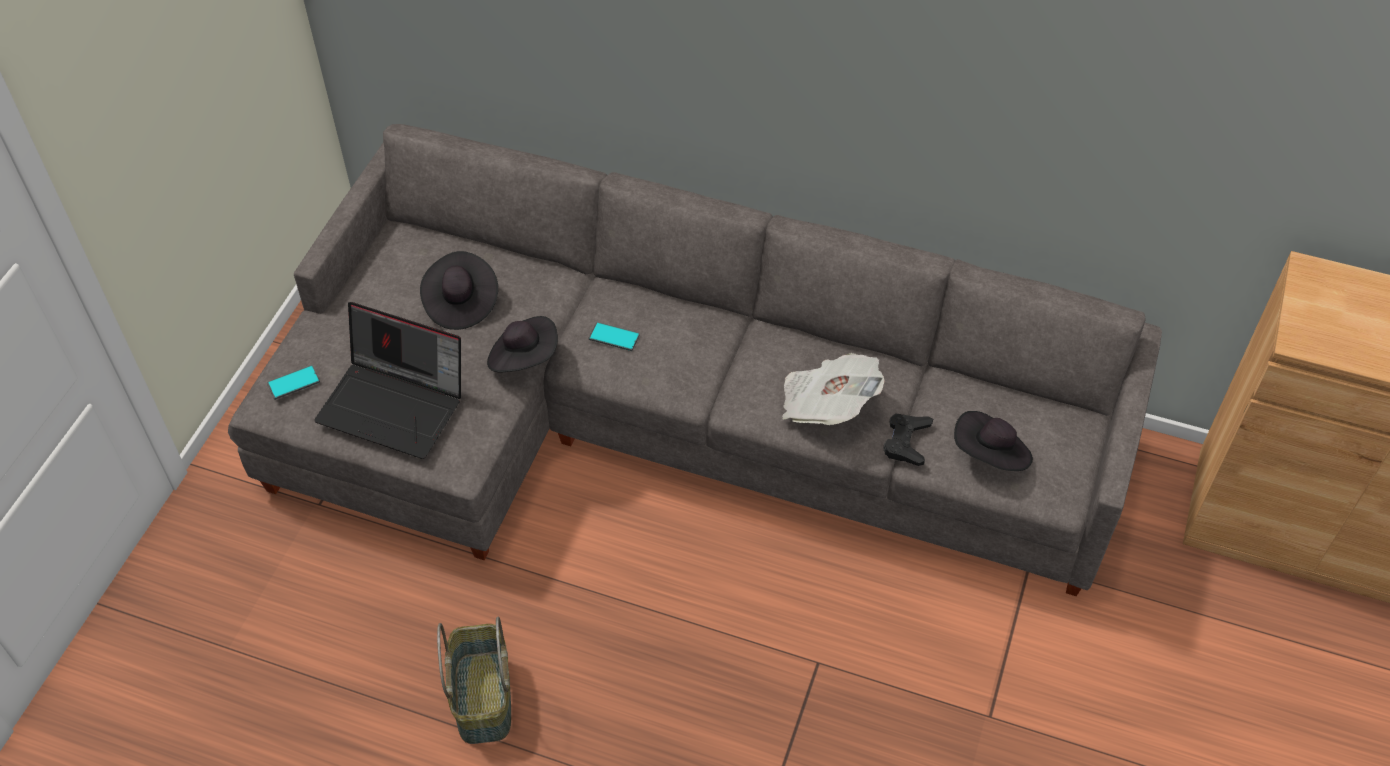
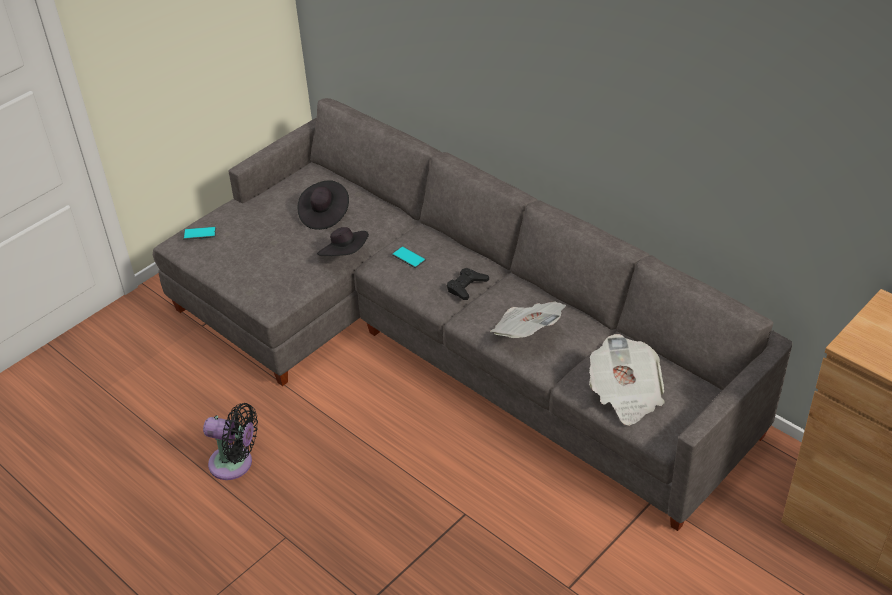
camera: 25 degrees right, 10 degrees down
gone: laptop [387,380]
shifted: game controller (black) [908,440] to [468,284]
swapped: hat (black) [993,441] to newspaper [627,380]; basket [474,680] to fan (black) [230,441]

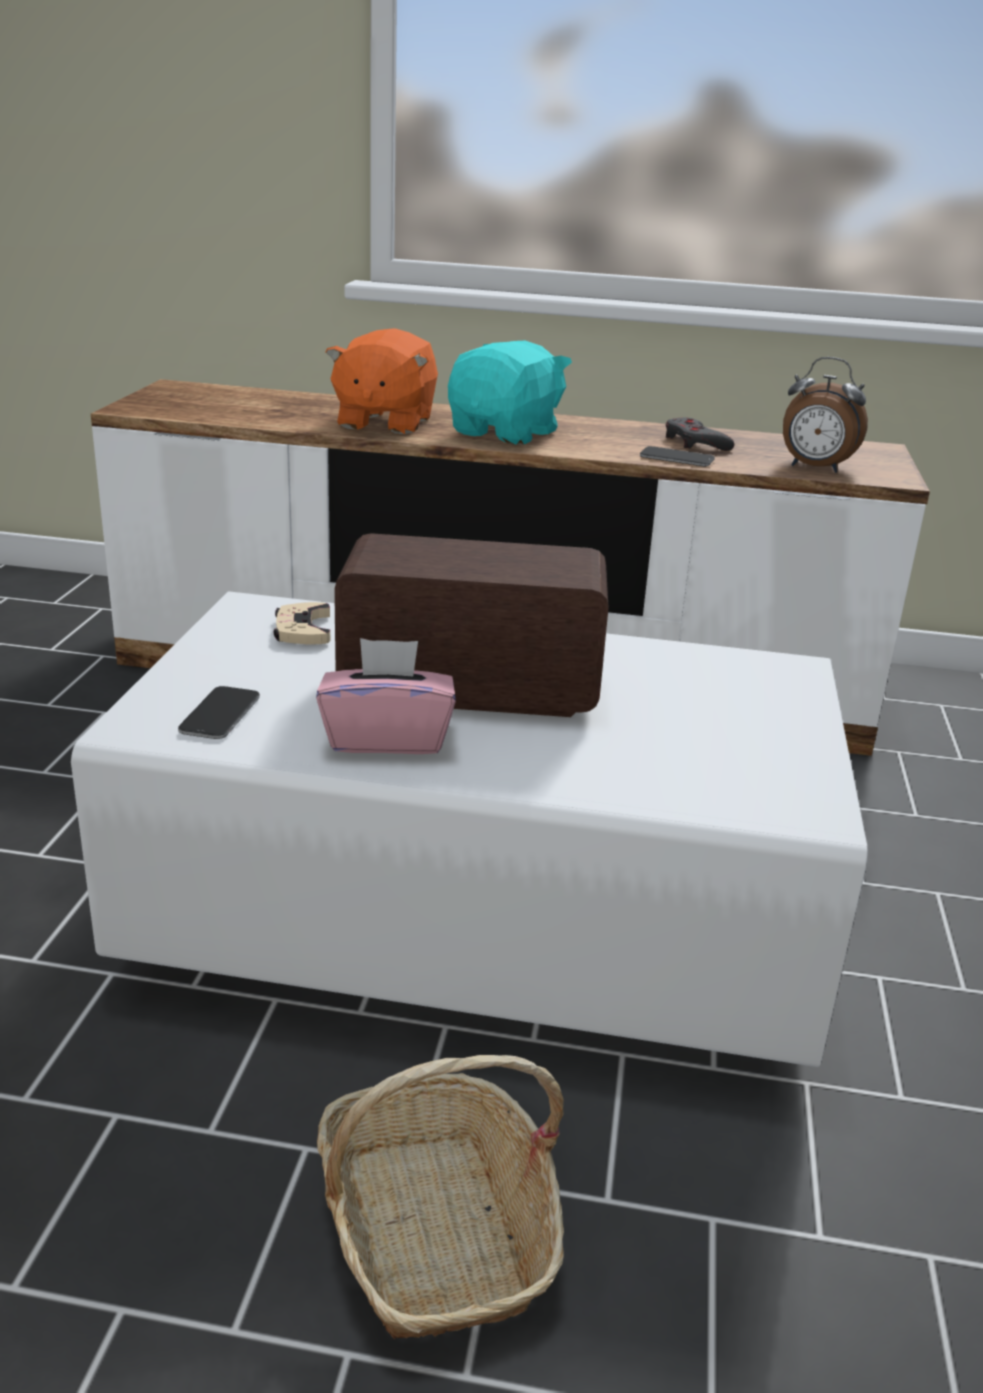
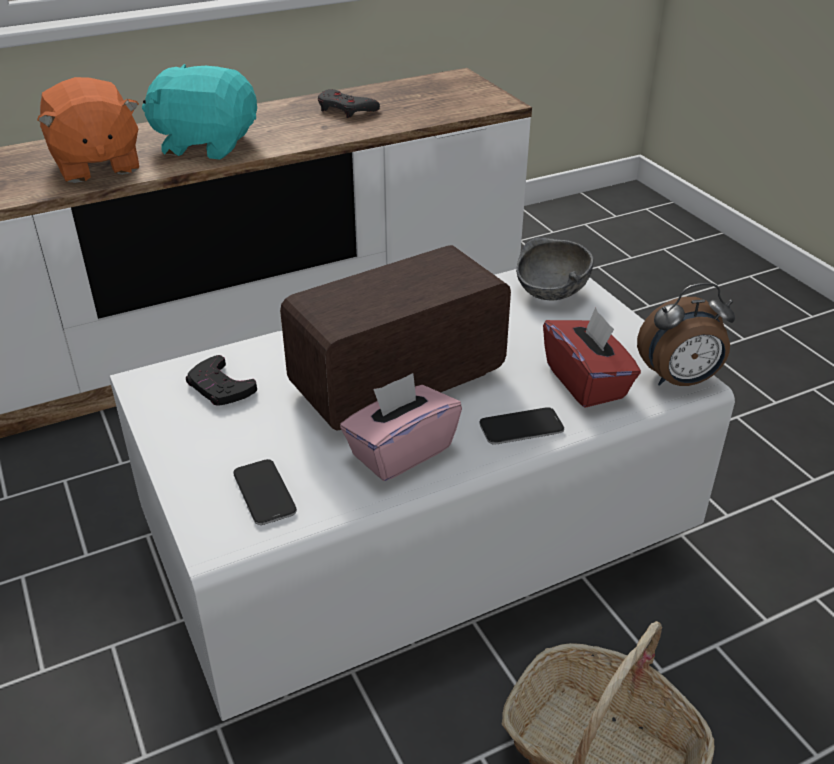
camera: 35 degrees left, 10 degrees up
new: bowl (grey) [554,269]; tissue box (red) [592,357]
shifted: alarm clock [825,415] to [686,334]; phone [677,456] to [521,426]
repainted: game controller (beige) [302,623] to game controller (black) [221,380]
rotated: plush toy (turquoise) [510,393] = [199,111] 75 degrees counterclockwise

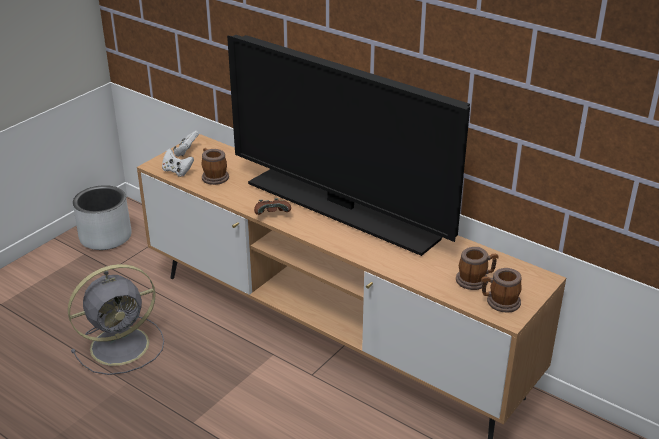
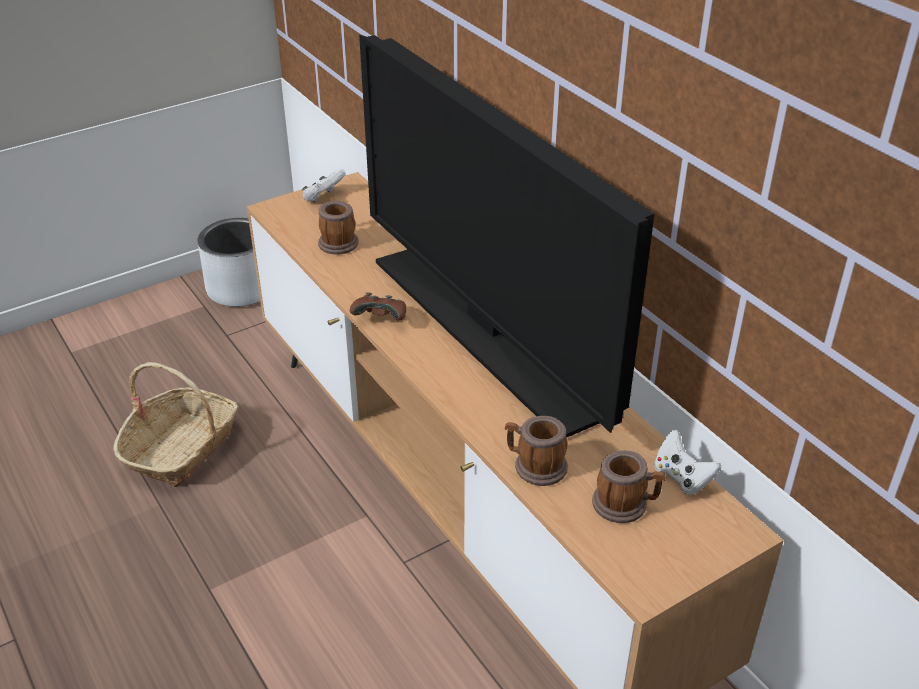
camera: 20 degrees right, 5 degrees up
shifted: game controller (white) [178,162] to [687,462]; mug [501,290] to [536,451]
swapped: fan (grey) [116,319] to basket [175,424]

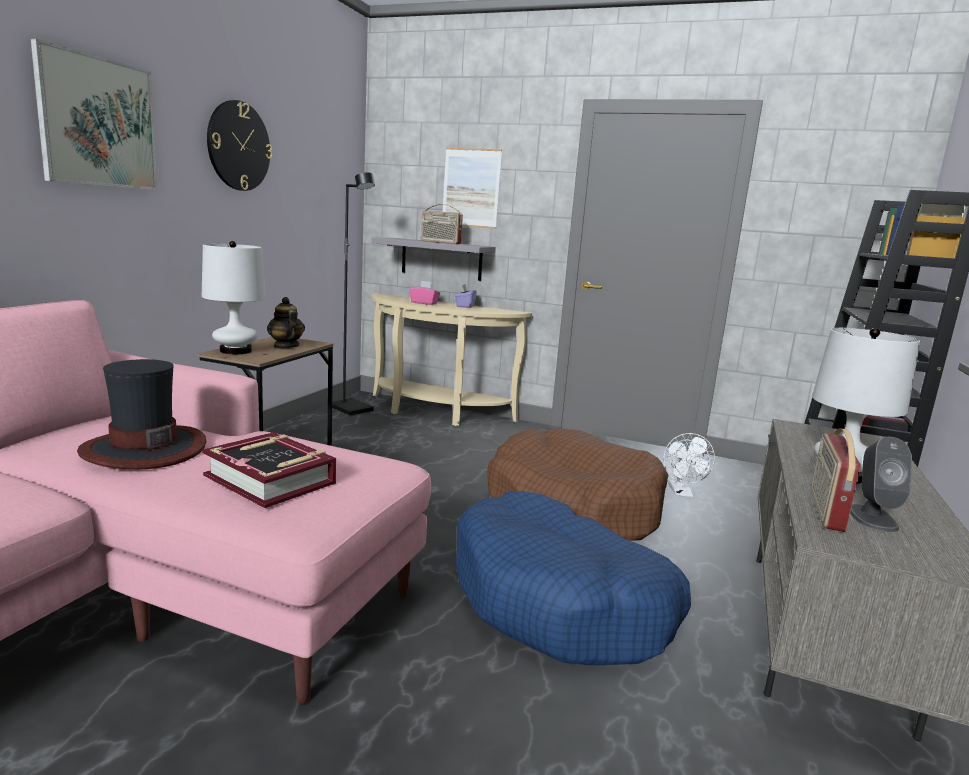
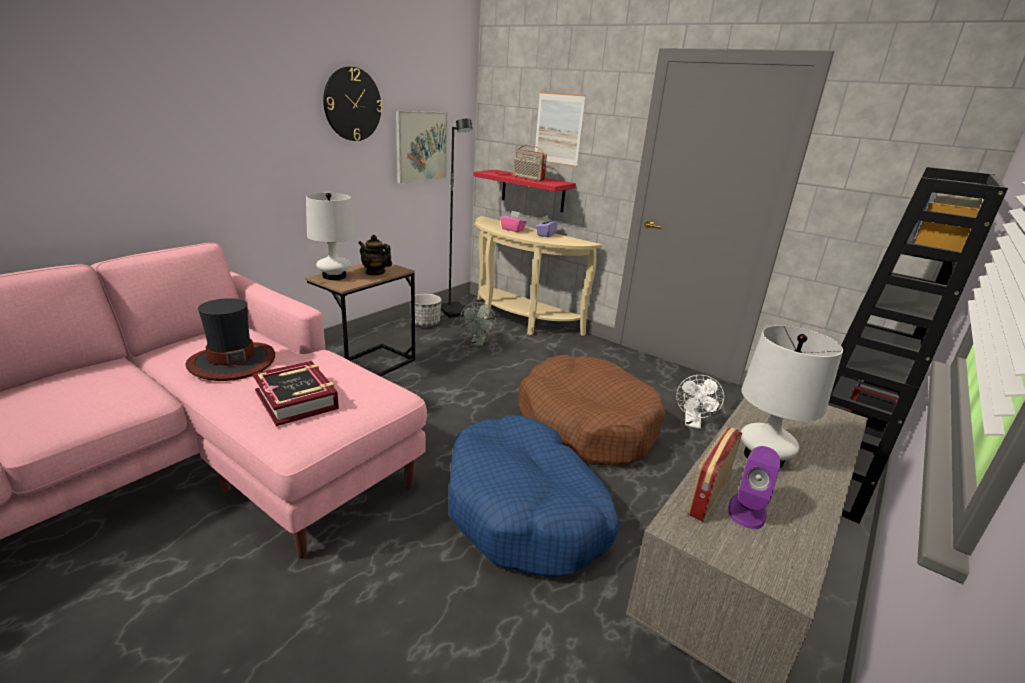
camera: 15 degrees right, 10 degrees up
new: planter [425,310]; fan (grey) [478,324]
shifted: picture [94,114] to [421,147]
repainted: shelf (grey) [433,259] to shelf (red) [525,191]; speaker (grey) [881,484] to speaker (purple) [754,487]
rotated: teapot [286,322] = [375,255] 45 degrees counterclockwise

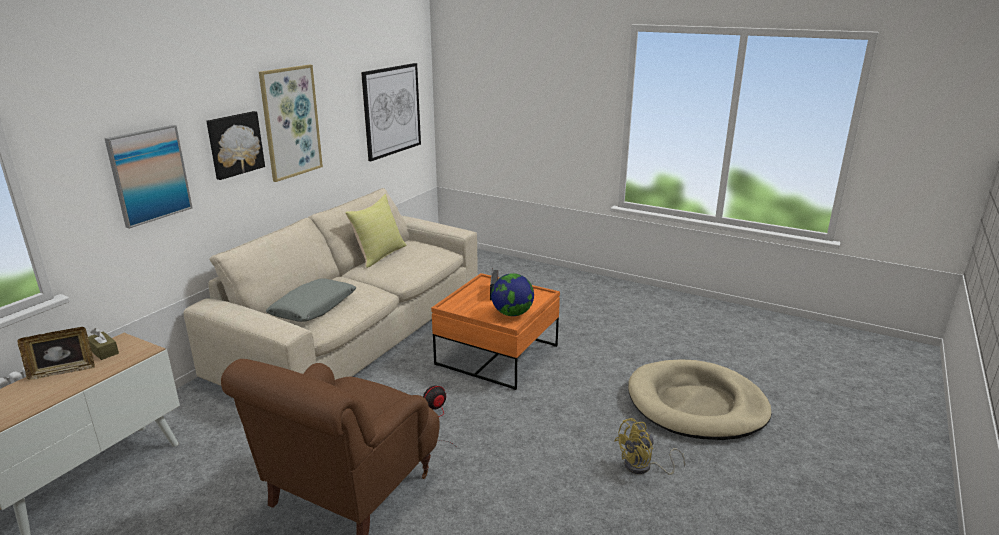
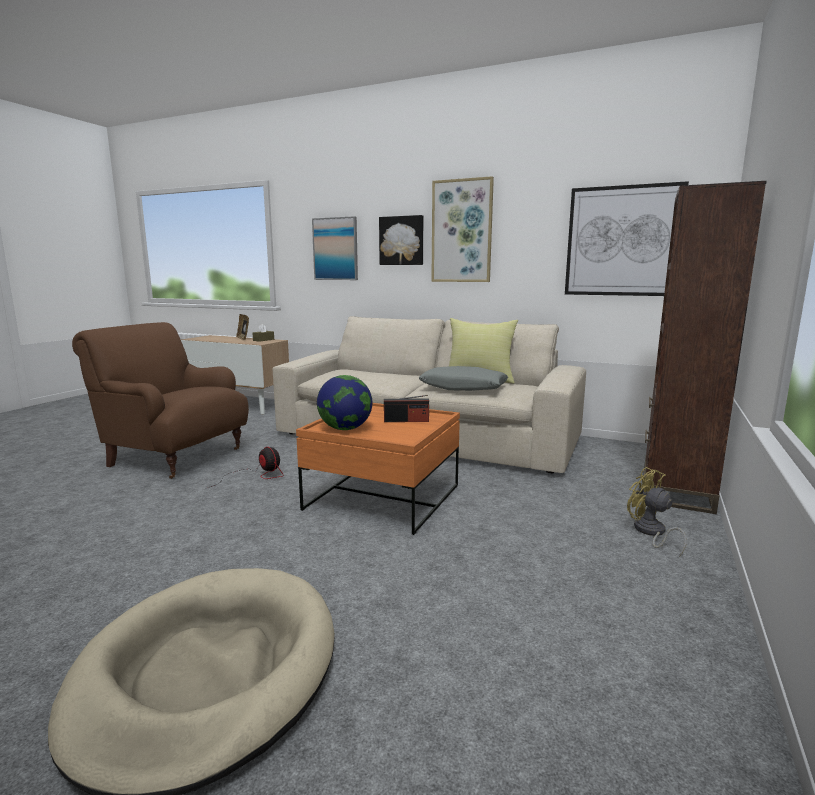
camera: 85 degrees right, 10 degrees down
new: bookcase (brown) [705,347]
shifted: pillow (grey) [311,300] to [463,378]; fan (yellow) [649,446] to [657,512]

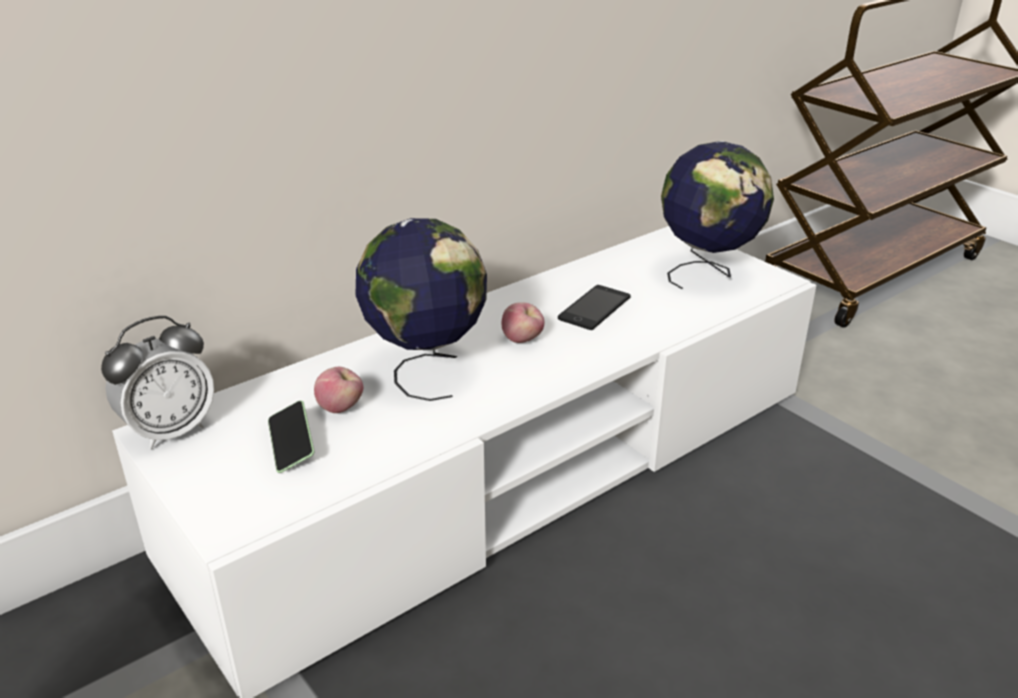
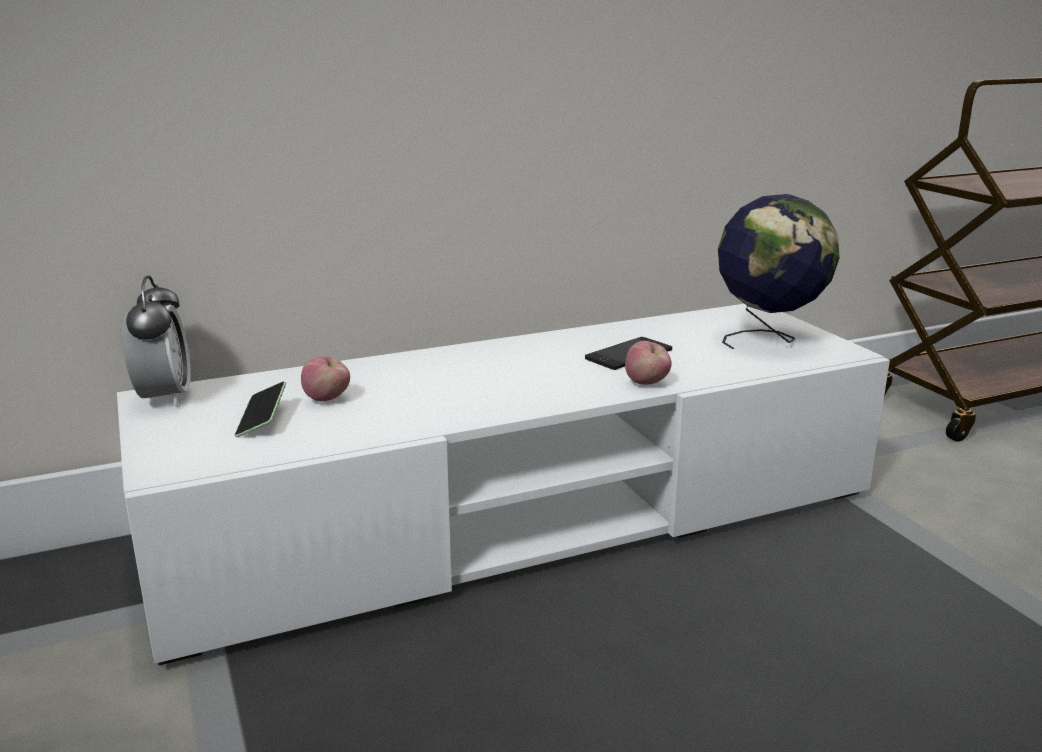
camera: 15 degrees right, 10 degrees down
gone: globe [421,309]
shifted: apple [523,322] to [648,363]
rotated: alarm clock [157,383] = [156,341] 75 degrees counterclockwise

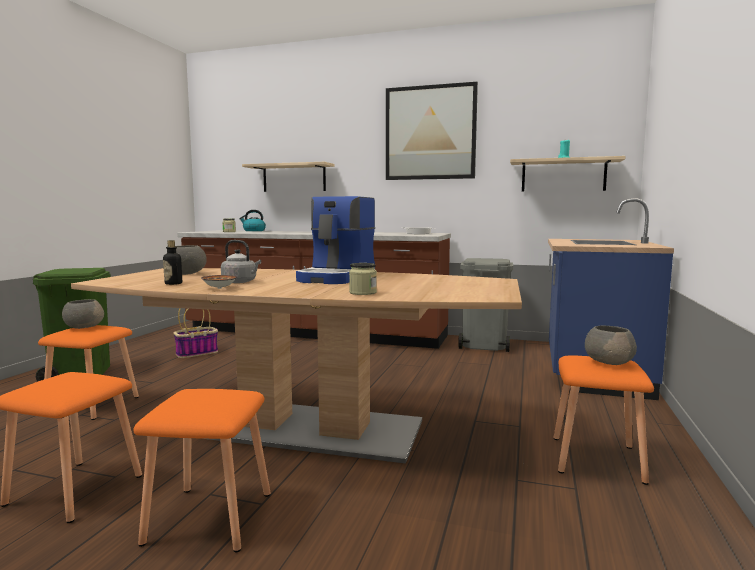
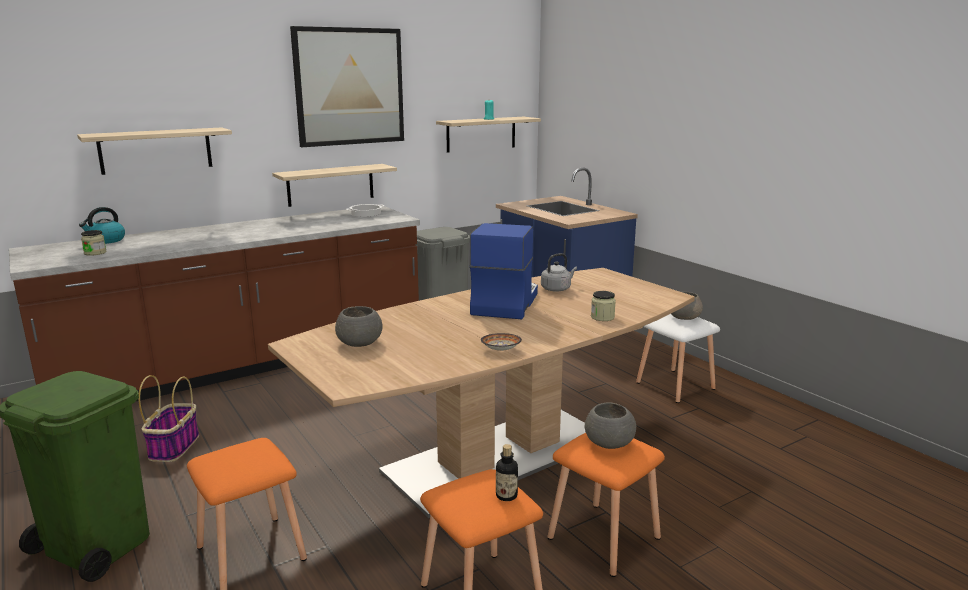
camera: 50 degrees left, 10 degrees up
new: shelf [334,185]
shifted: bottle [172,262] to [507,472]; kettle (grey) [241,261] to [559,272]; bowl (grey) [83,314] to [610,426]
repainted: stool (orange) [603,420] to stool (white) [678,358]
rotated: coffee machine [335,240] = [503,271] 135 degrees counterclockwise

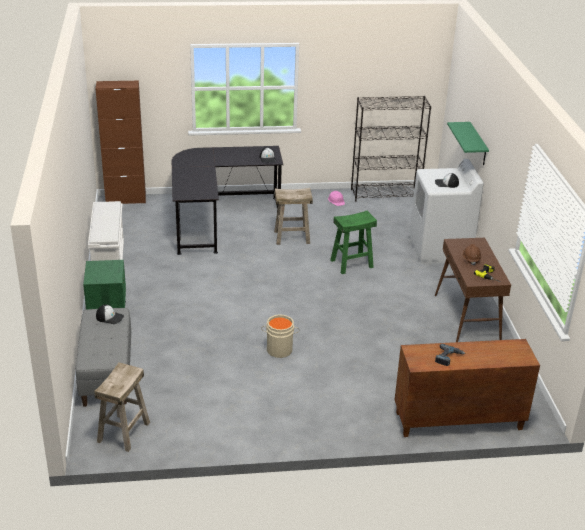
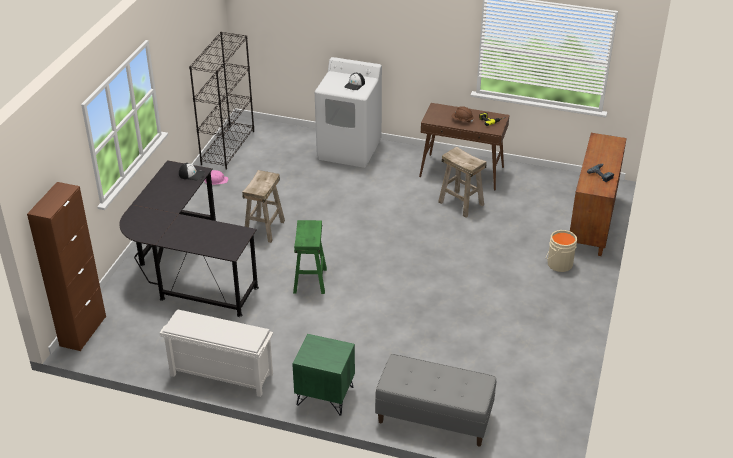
camera: 65 degrees left, 5 degrees up
gone: shelf (green) [468,143]; cap [110,314]
shifted: stool (green) [353,242] to [310,257]; bucket (beige) [280,336] to [561,251]; stool (beige) [122,407] to [462,182]

